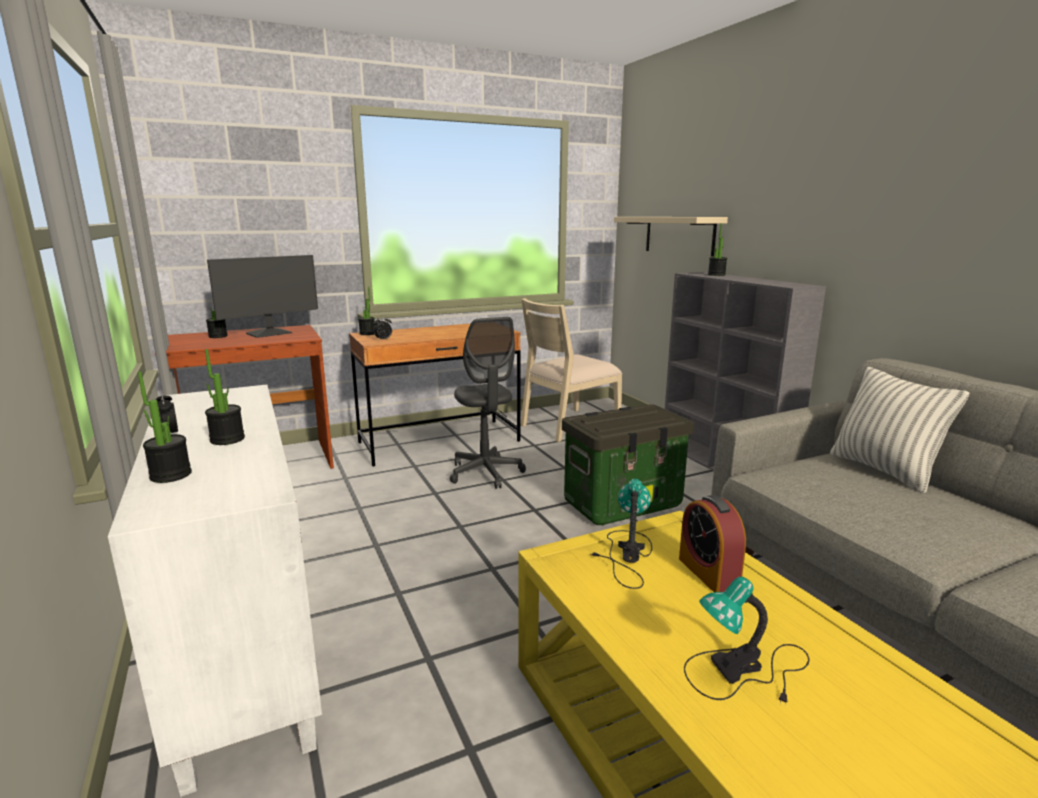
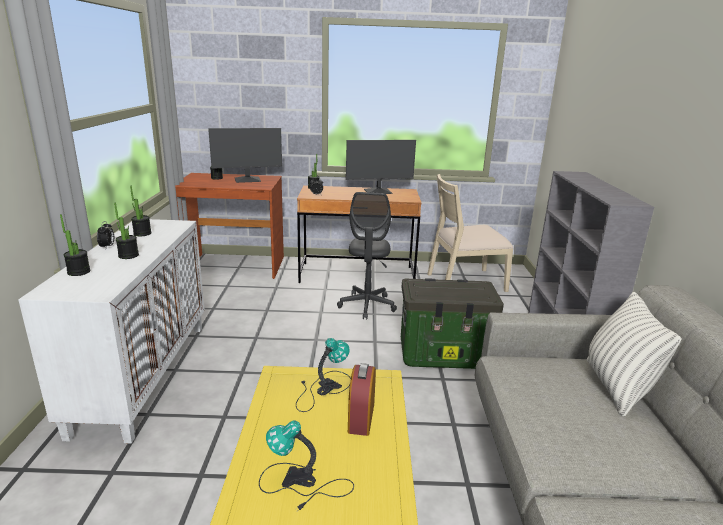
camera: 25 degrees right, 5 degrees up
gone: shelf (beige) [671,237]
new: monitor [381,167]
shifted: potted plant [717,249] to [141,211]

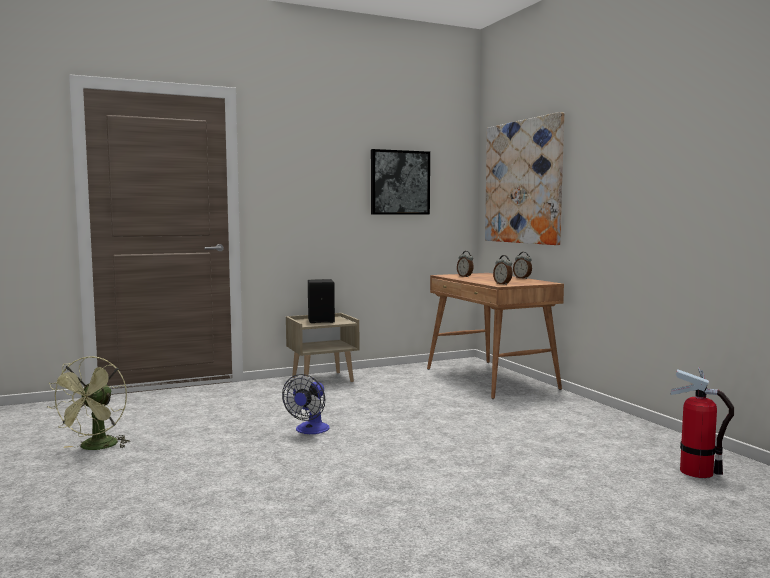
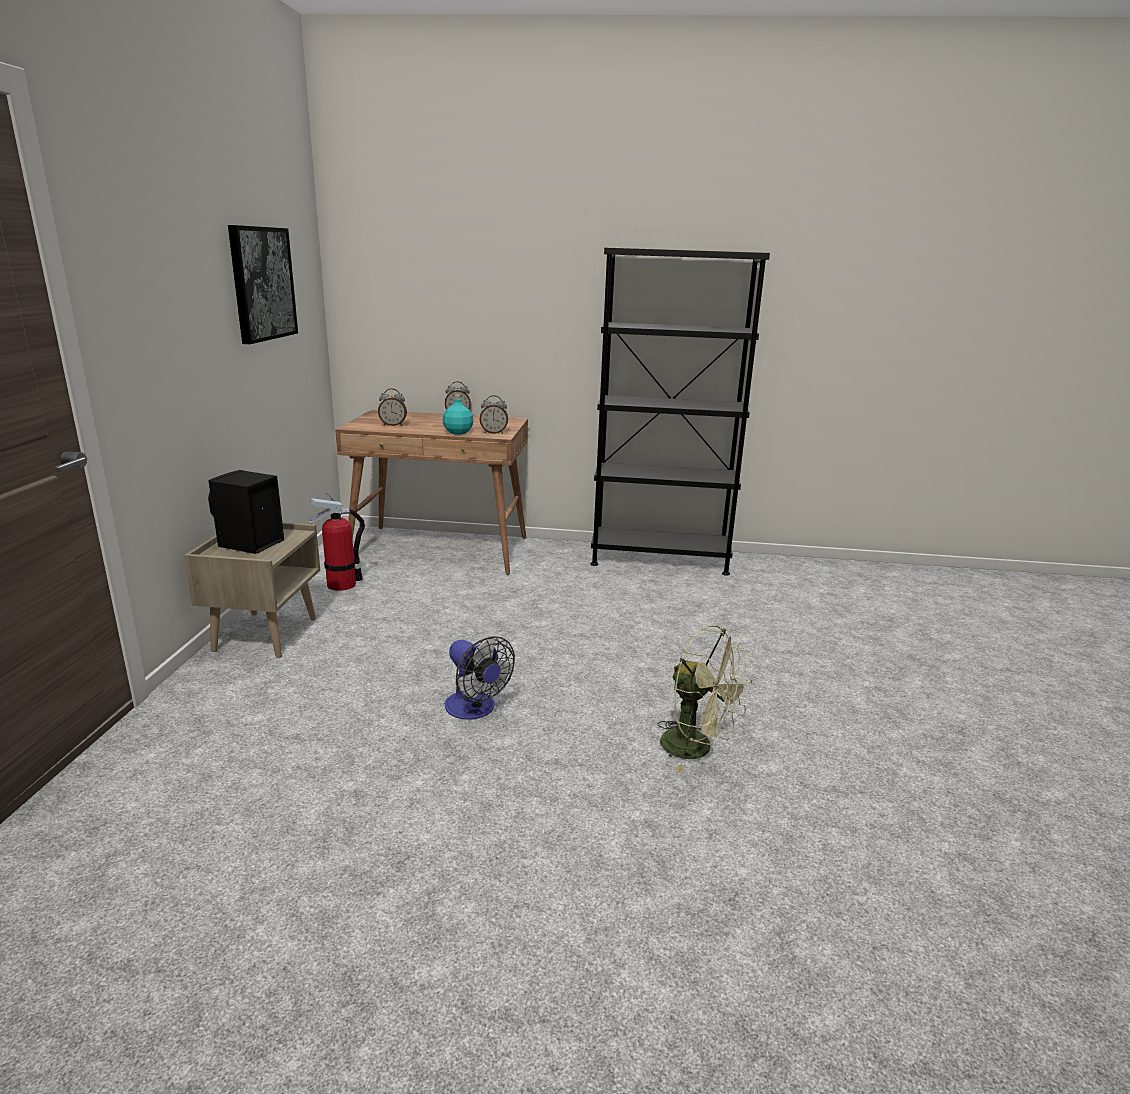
camera: 60 degrees left, 15 degrees up
gone: picture [524,178]
new: bookcase (black) [680,411]; bottle (turquoise) [457,414]
shifted: fan (green) [89,403] to [705,699]; fire extinguisher [702,422] to [337,541]

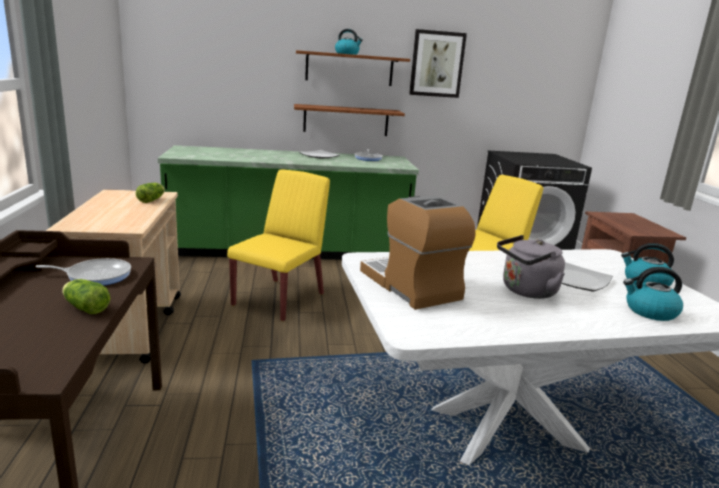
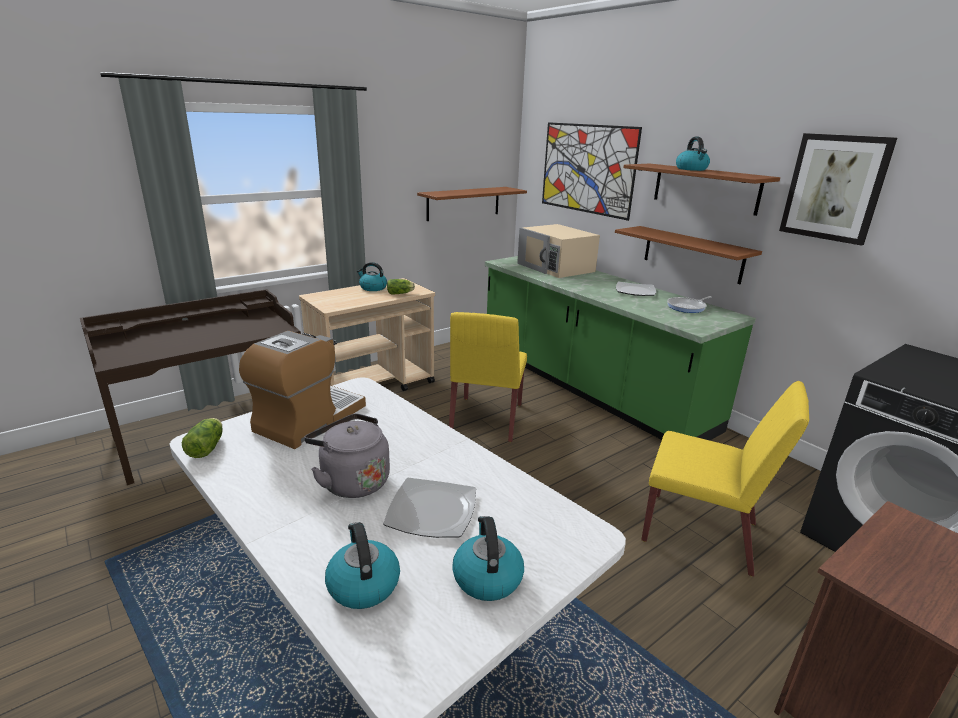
camera: 60 degrees right, 5 degrees up
gone: frying pan [83,272]
new: picture [592,171]; shelf (brown) [472,204]; microwave (beige) [558,251]; kettle [372,276]
shifted: lettuce [86,296] to [202,438]
rotated: chair (yellow) [278,245] = [488,377] 105 degrees clockwise

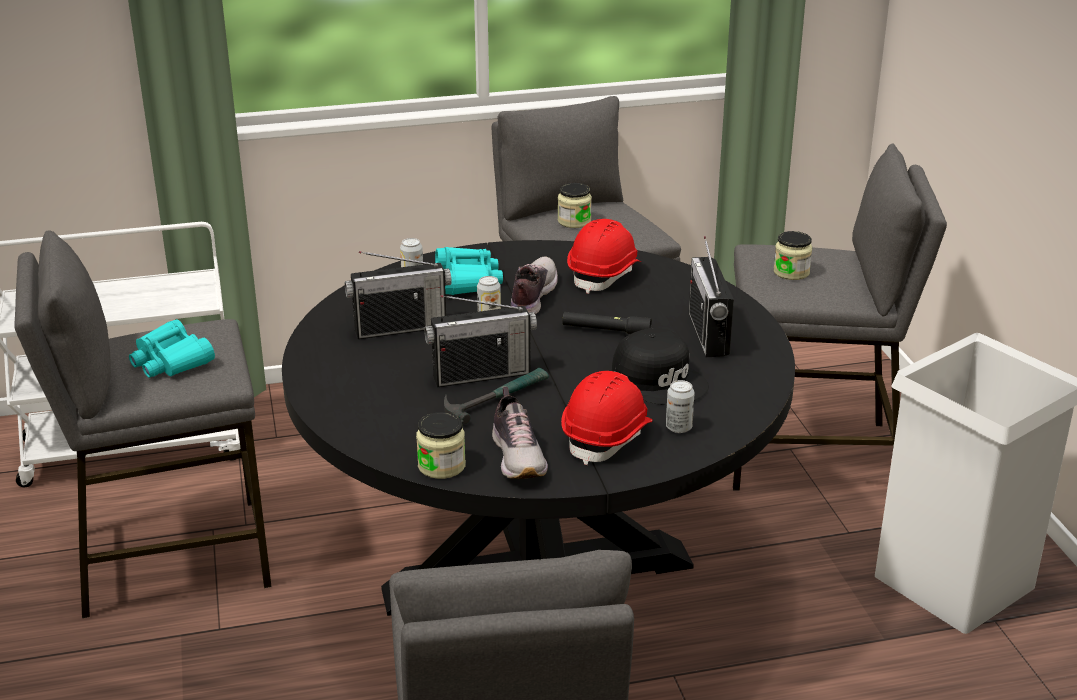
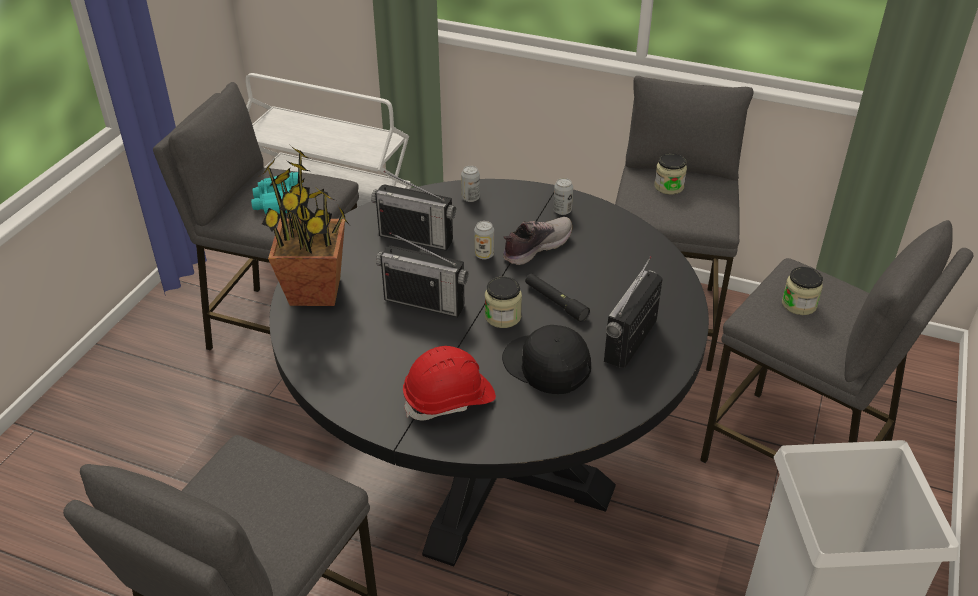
camera: 35 degrees right, 10 degrees up
gone: hard hat (red) [604,256]; binoculars (turquoise) [469,271]; hammer [496,396]; shoe [520,433]
new: potted plant [304,226]
shifted: can [680,406] to [563,196]; jar [441,445] to [503,302]
rotated: cap (black) [660,366] = [546,359] 135 degrees clockwise

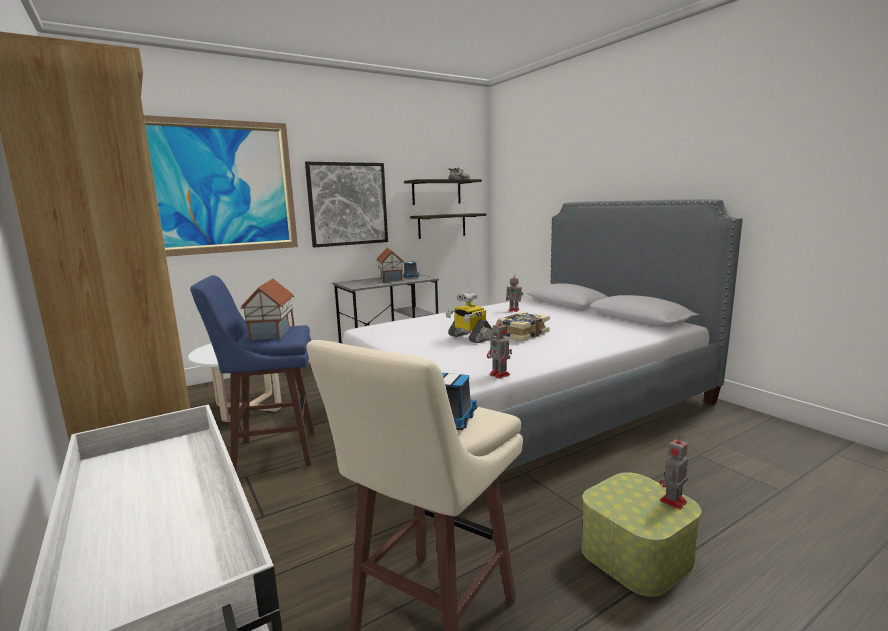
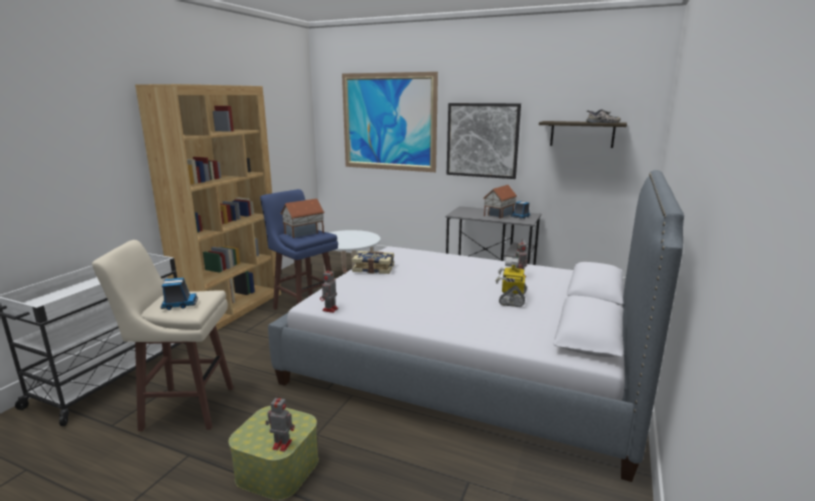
camera: 55 degrees right, 5 degrees up
gone: shelf [448,226]
shifted: toy robot [469,317] to [511,282]; book [523,326] to [373,262]

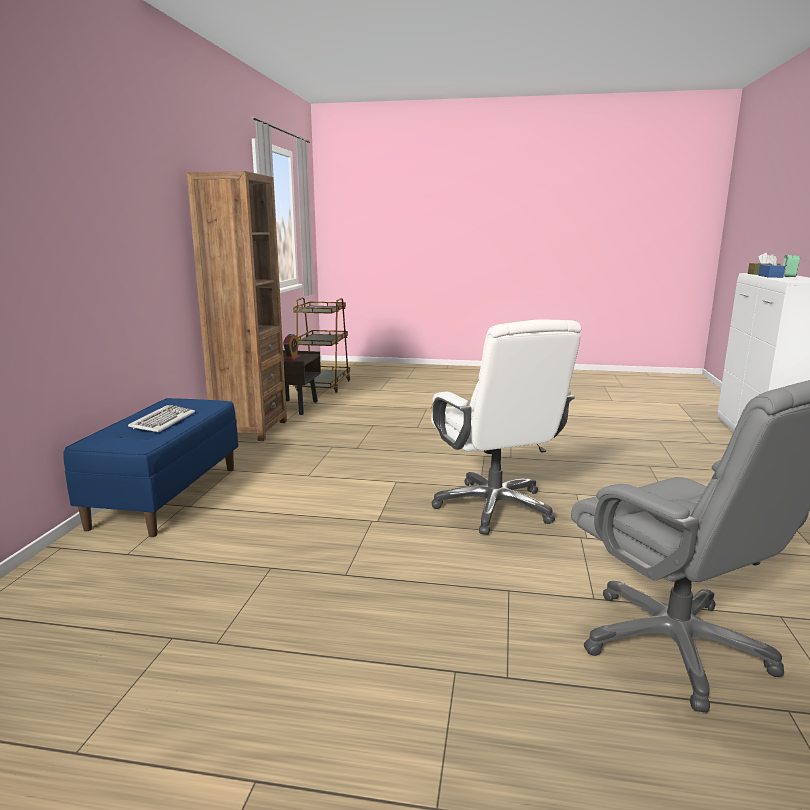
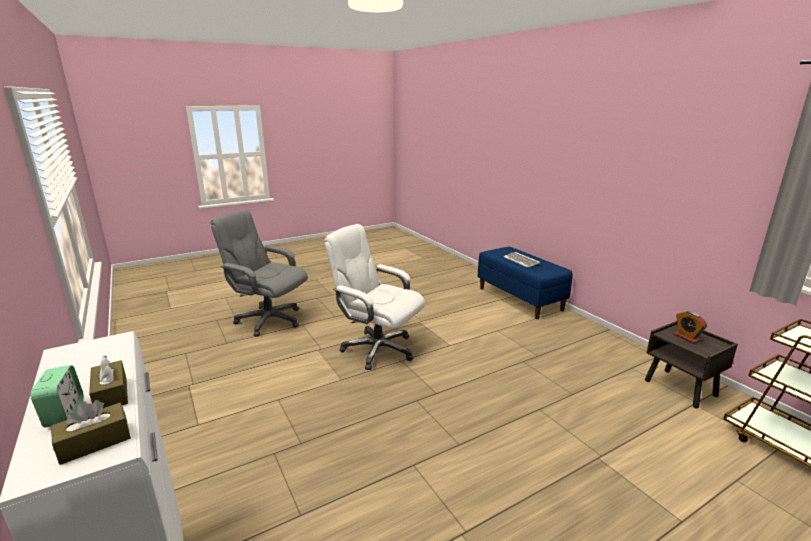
camera: 140 degrees right, 5 degrees up
gone: bookcase (brown) [237,306]
repainted: tissue box (blue) [771,266] to tissue box (brown) [108,381]

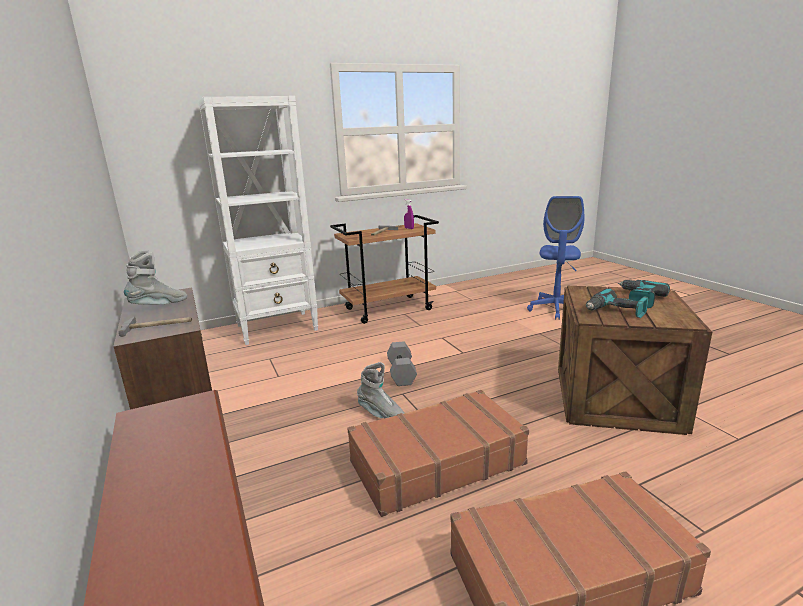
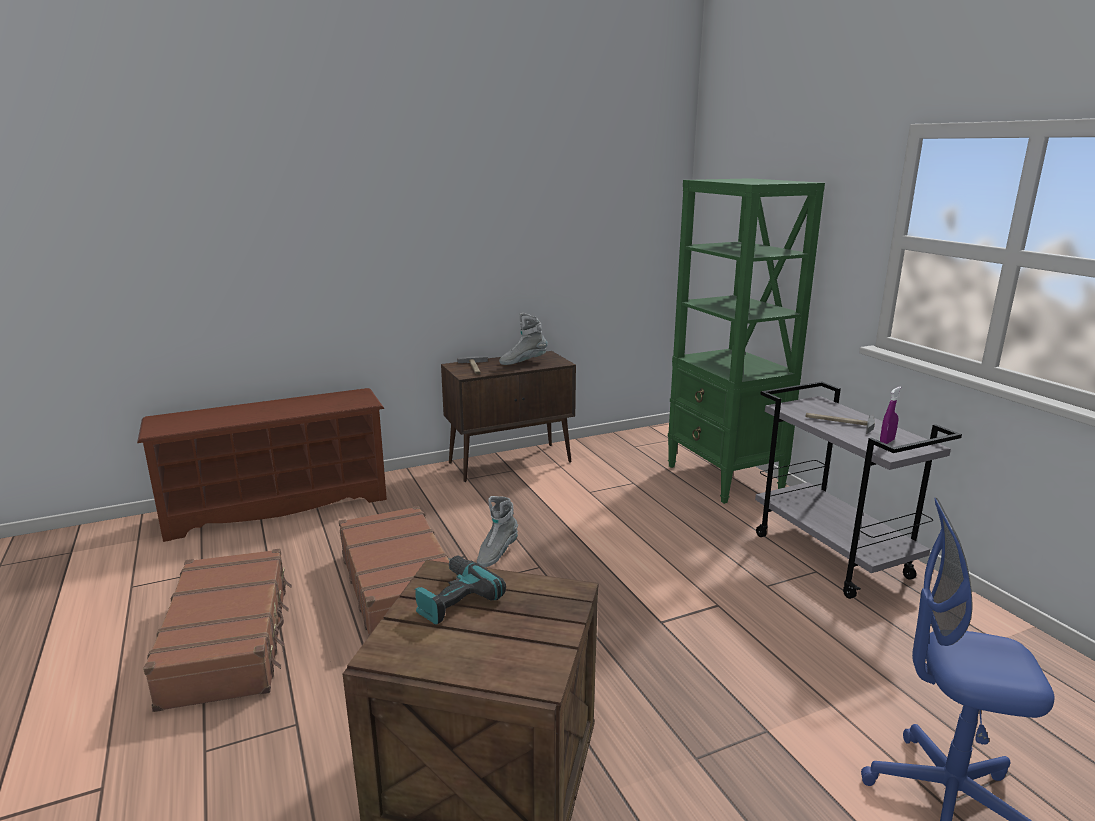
camera: 90 degrees right, 0 degrees up
gone: power drill [644,294]; dumbbell (grey) [402,363]
repainted: bookcase (white) [258,220] to bookcase (green) [746,341]; cart (brown) [384,269] to cart (grey) [858,490]
rotated: boot (grey) [155,277] = [523,339] 120 degrees clockwise

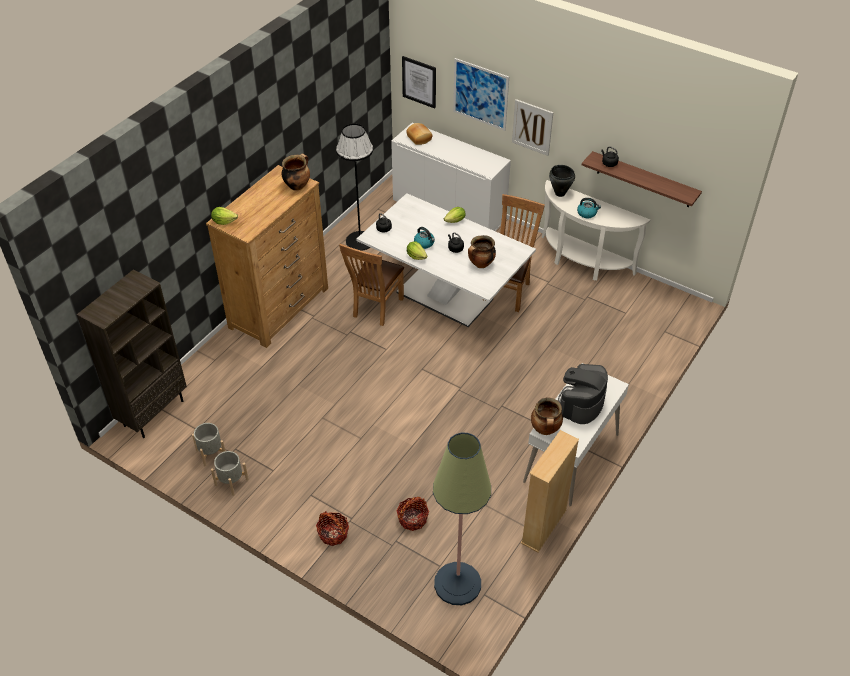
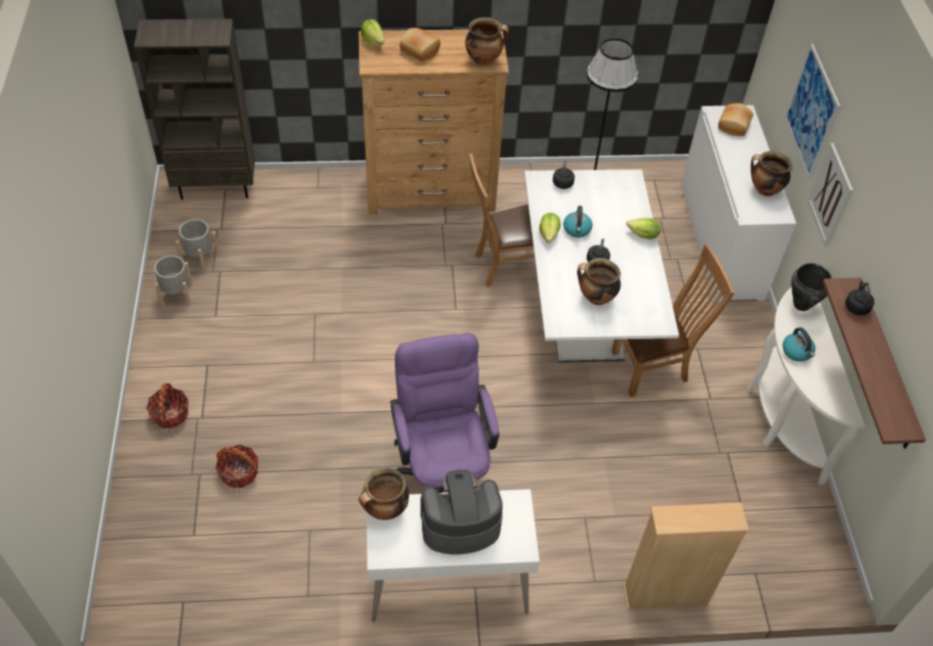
camera: 50 degrees right, 5 degrees up
gone: picture [419,82]; floor lamp [462,518]
new: bread [420,45]; cooking pot [771,173]; office chair (purple) [444,413]
shifted: bookcase (beige) [550,491] to [686,556]

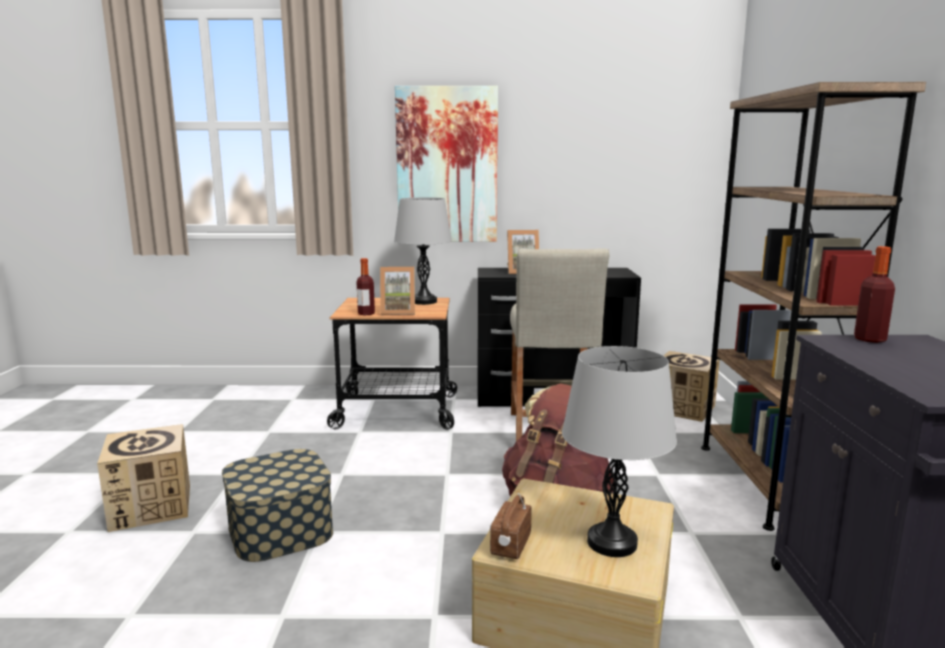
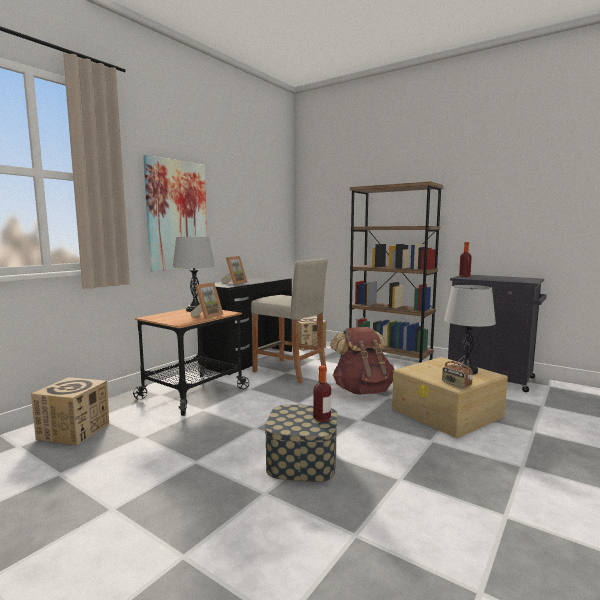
camera: 55 degrees left, 5 degrees down
shifted: bottle [365,286] to [322,393]; cardboard box [143,478] to [70,411]

